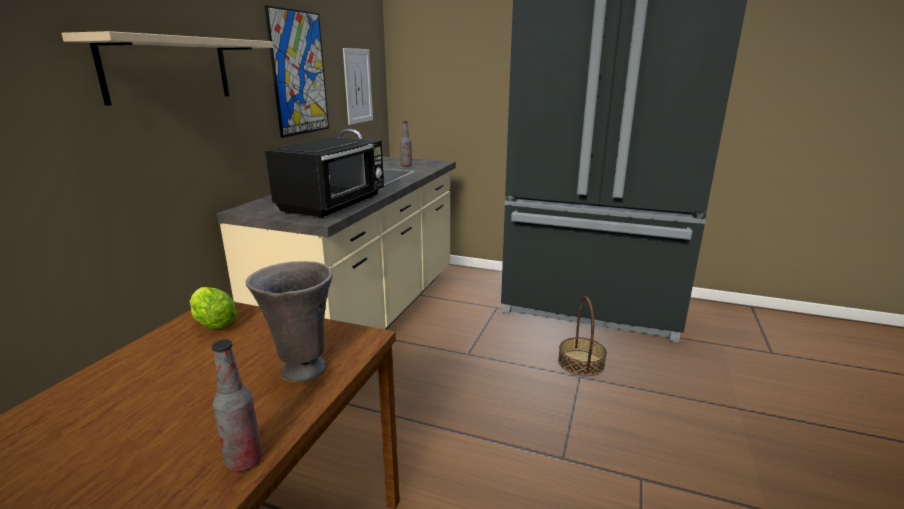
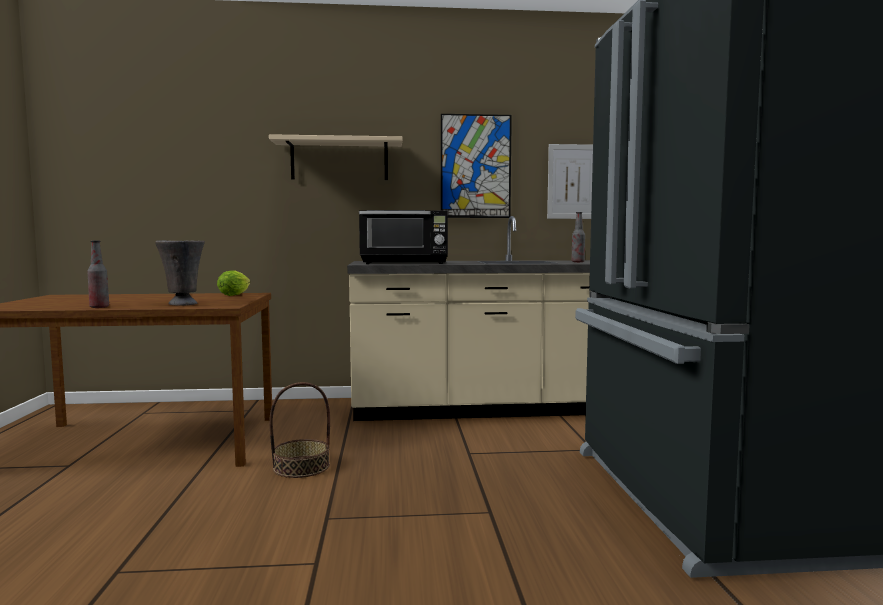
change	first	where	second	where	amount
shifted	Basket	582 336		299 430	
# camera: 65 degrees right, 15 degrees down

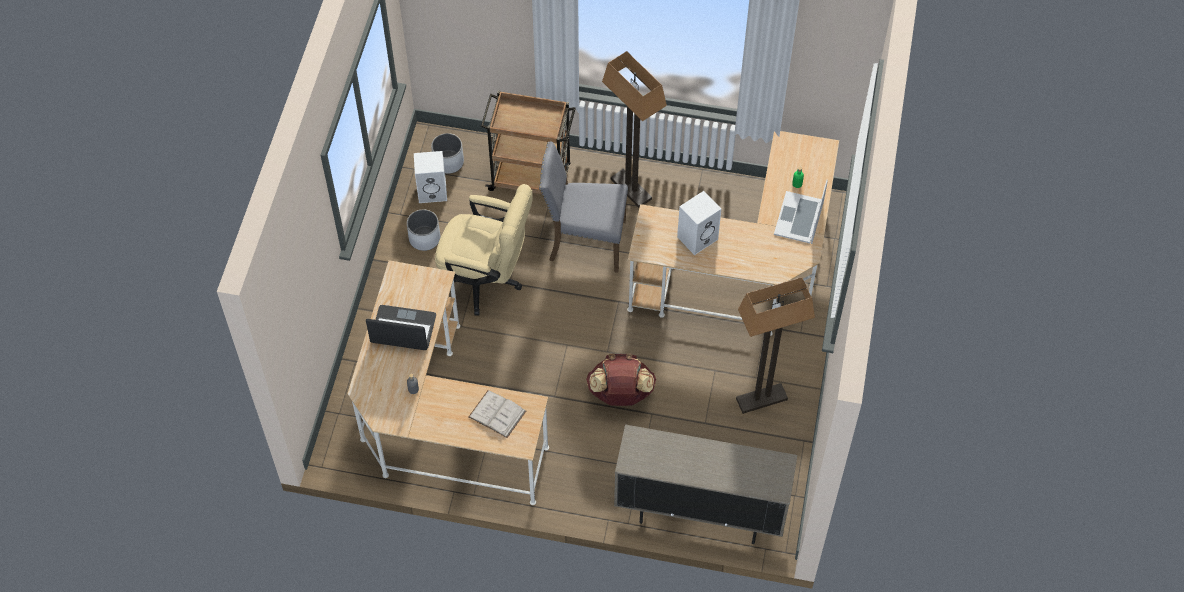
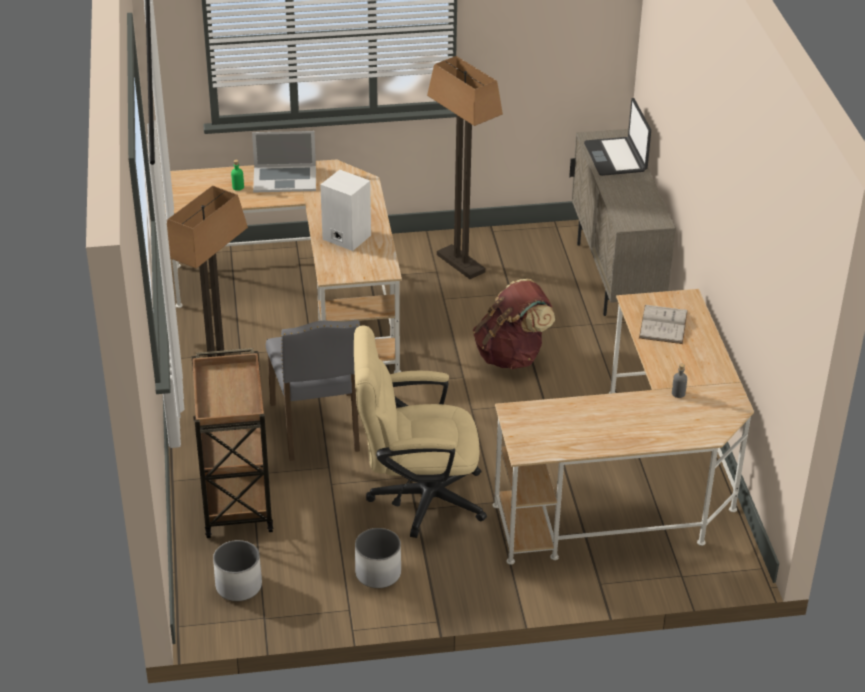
change	first	where	second	where	amount
gone	WhiteSpeaker	430 177			
rotated	BeigeOfficeChair	483 249		420 431	90 degrees counterclockwise
shifted	Laptop	401 327		617 137	
# camera: 110 degrees left, 20 degrees down

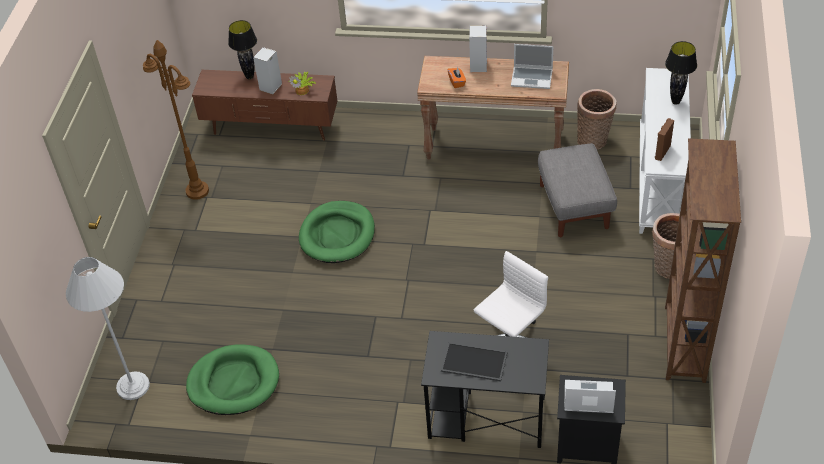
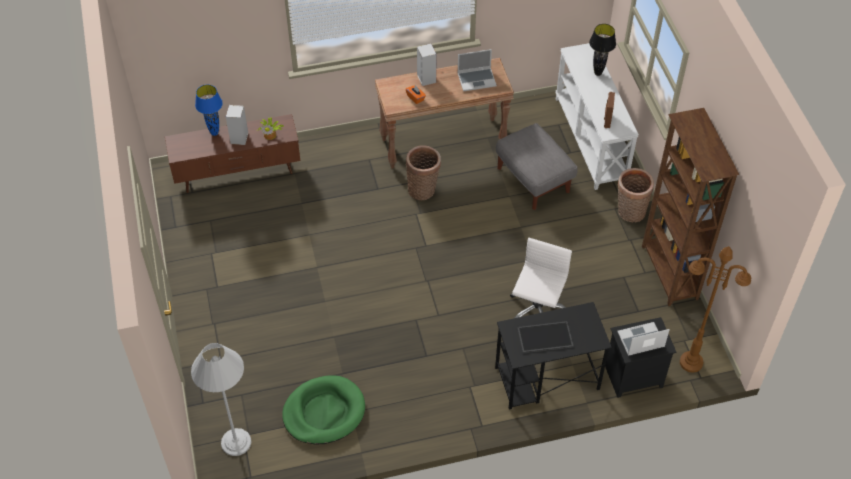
change	first	where	second	where	amount
repainted	BlackTableLamp	242 49	BlueTableLamp	209 110	
shifted	BrownFloorLamp	176 120		715 309	
shifted	Basket	596 119		423 172	
gone	GreenDogBed	337 232			
# camera: 25 degrees left, 5 degrees up

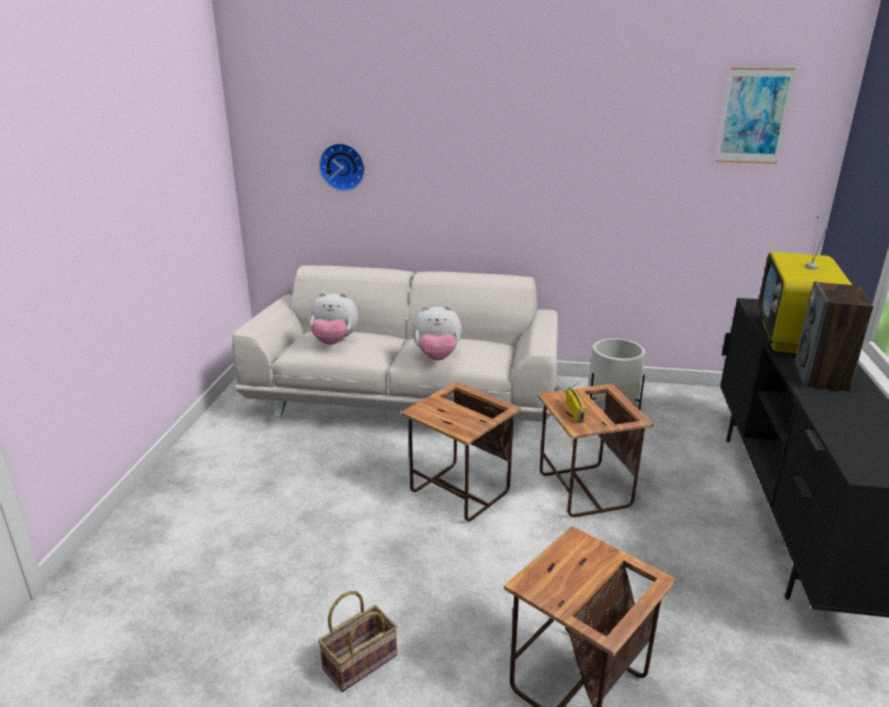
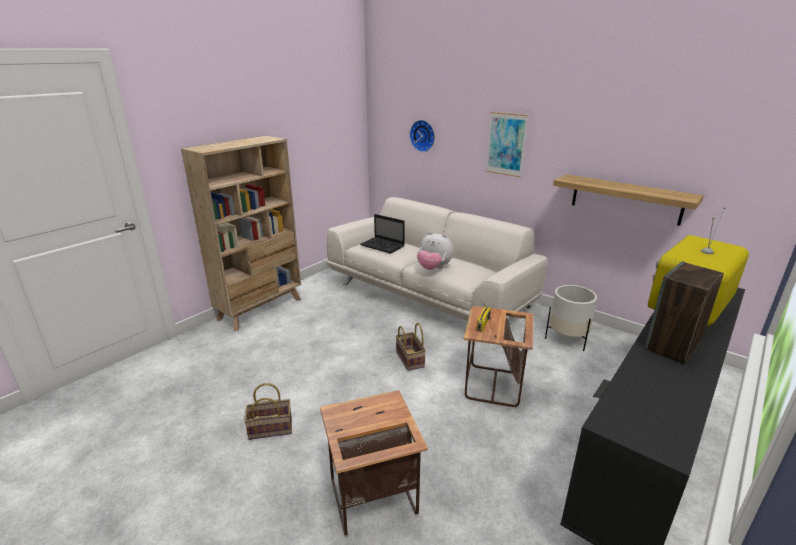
change	first	where	second	where	amount
shifted	Picture	756 116		507 144	
swapped	PlushToy	334 318	Laptop	382 234	
swapped	SideTable	461 452	Basket	411 347	
new			BeigeBookcase	241 233	
new			Shelf	628 200	
# camera: 30 degrees right, 0 degrees up

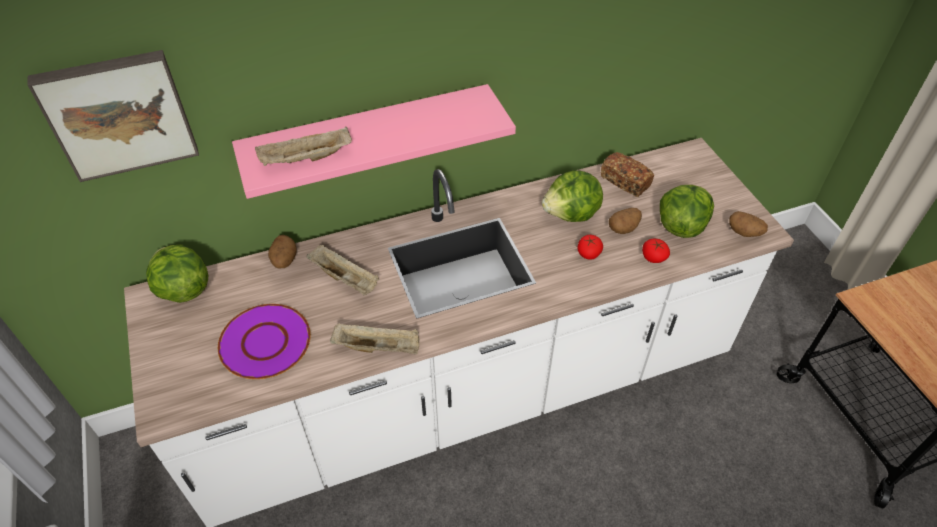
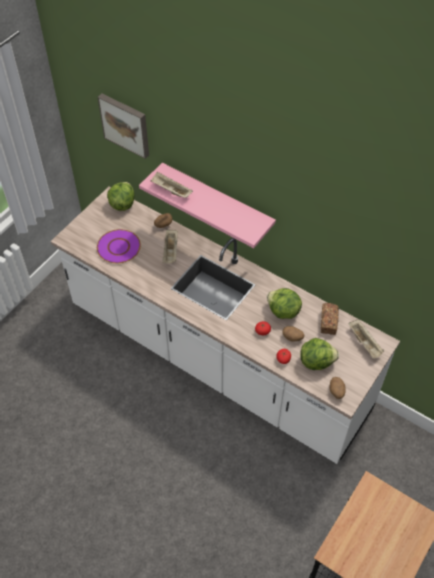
change	first	where	second	where	amount
shifted	BeigeTray	374 338		366 339	
# camera: 55 degrees right, 5 degrees up

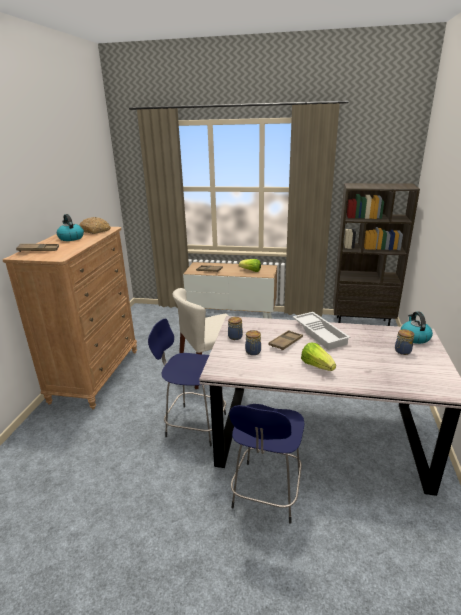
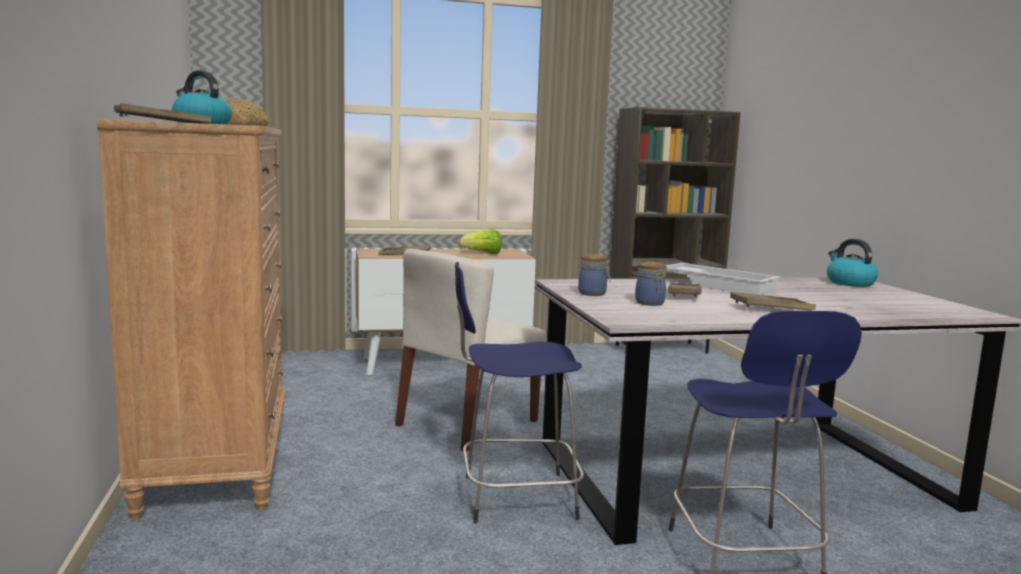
change	first	where	second	where	amount
gone	Jar	404 342			
swapped	Lettuce	318 357	BrownTray	773 301	
# camera: 25 degrees left, 15 degrees down

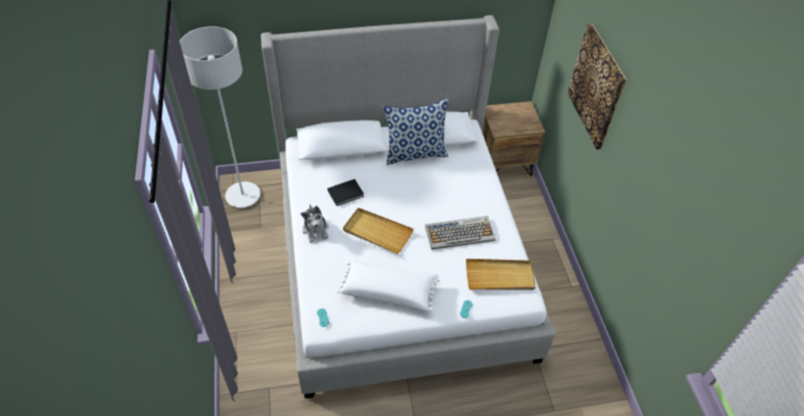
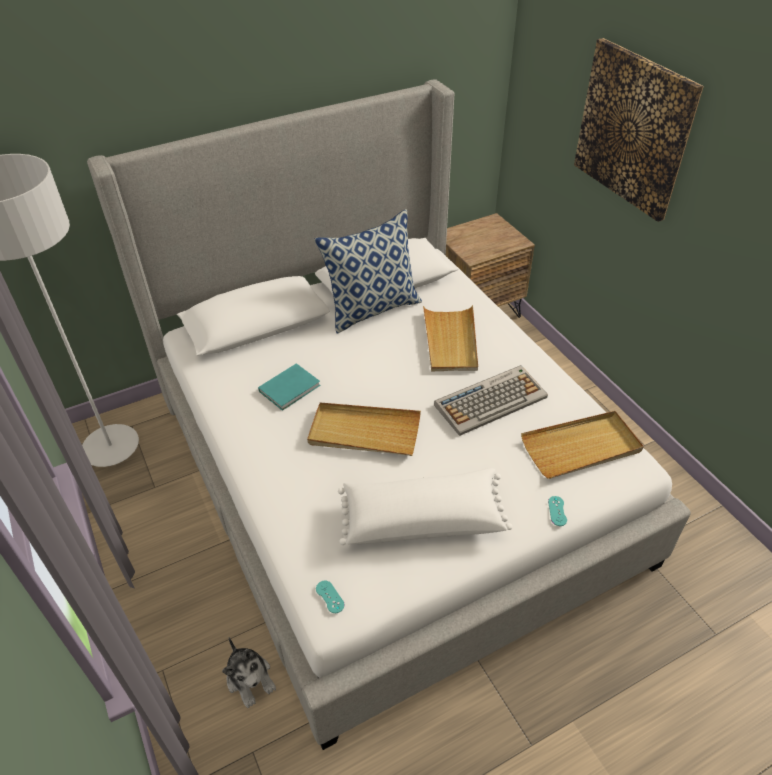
change	first	where	second	where	amount
repainted	BlackBook	345 192	TurquoiseBook	289 387	
shifted	PlushToy	315 224		249 672	
new			BeigeTray	450 338	
# camera: 15 degrees left, 5 degrees down

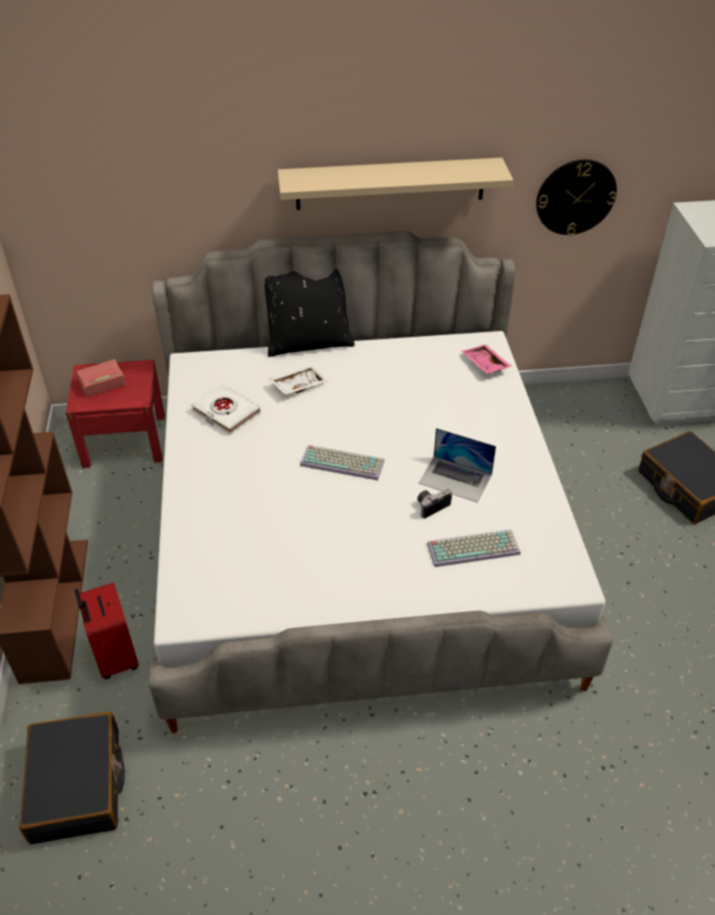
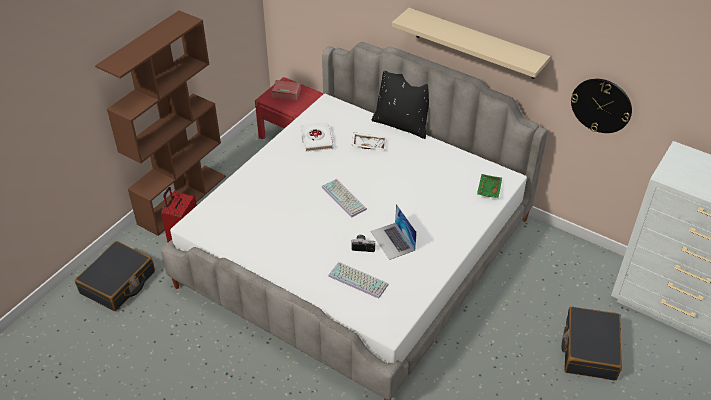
change	first	where	second	where	amount
repainted	PinkTray	486 359	GreenTray	489 186	
# camera: 40 degrees right, 0 degrees up

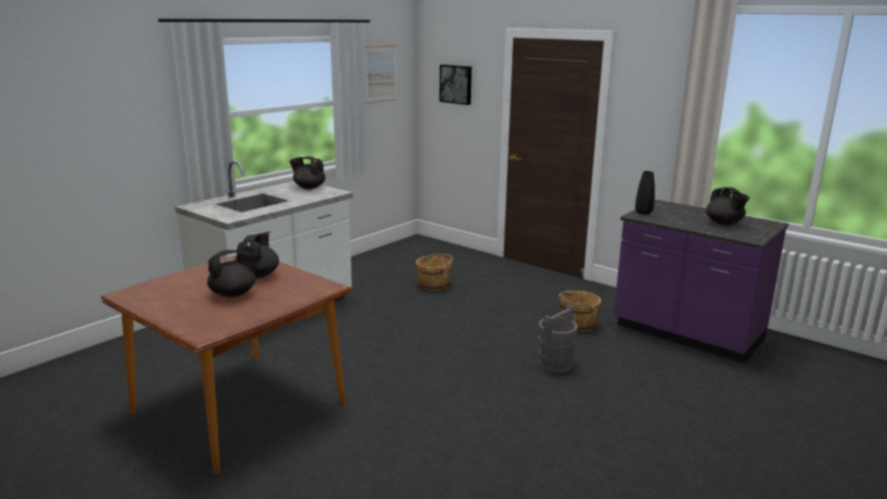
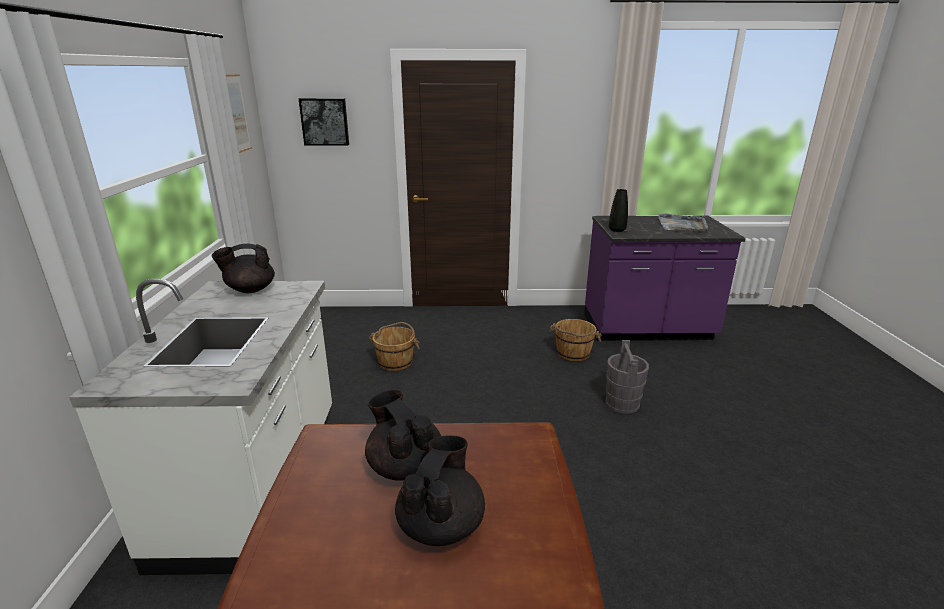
change	first	where	second	where	amount
swapped	BlackTeapot	728 206	GreyTray	683 223	
# camera: 40 degrees left, 5 degrees up

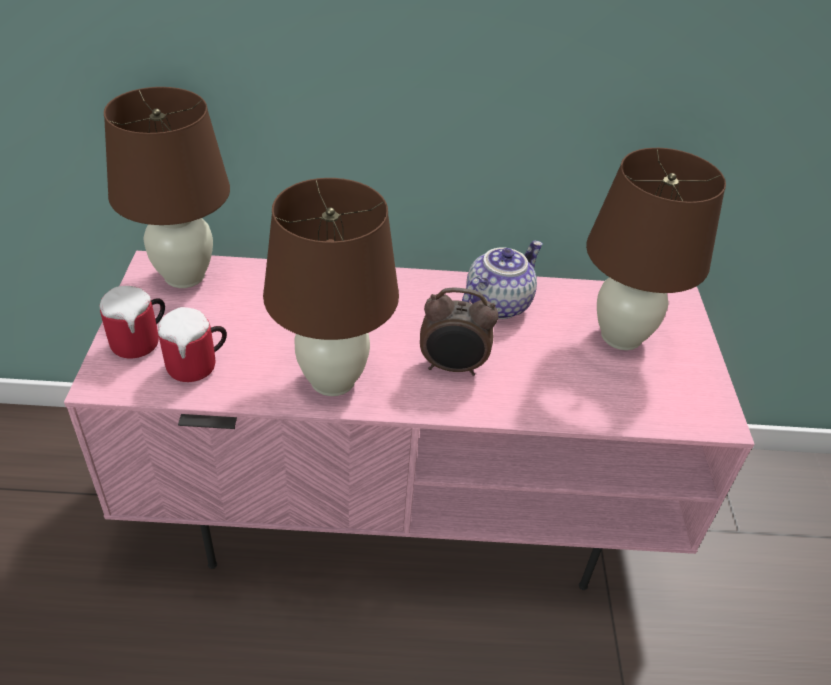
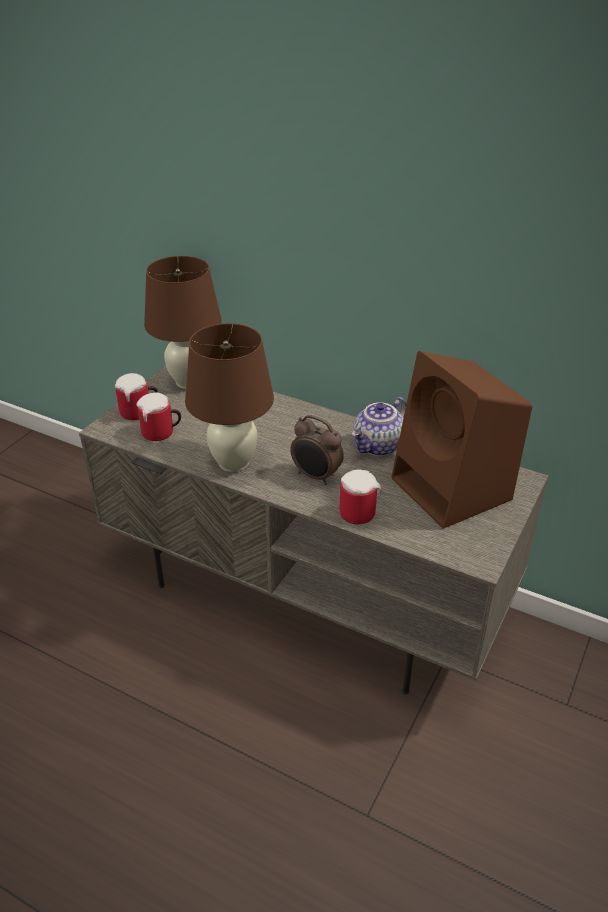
change	first	where	second	where	amount
swapped	BrownTableLamp	656 249	BrownSpeaker	461 440	
rotated	Teapot	502 280		379 426	150 degrees clockwise
repainted	PinkTvStand	409 420	GreyTvStand	314 530	
new			Mug	361 497	
# camera: 30 degrees right, 5 degrees down

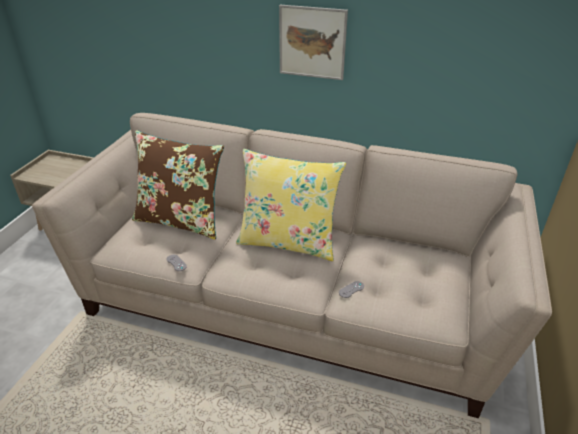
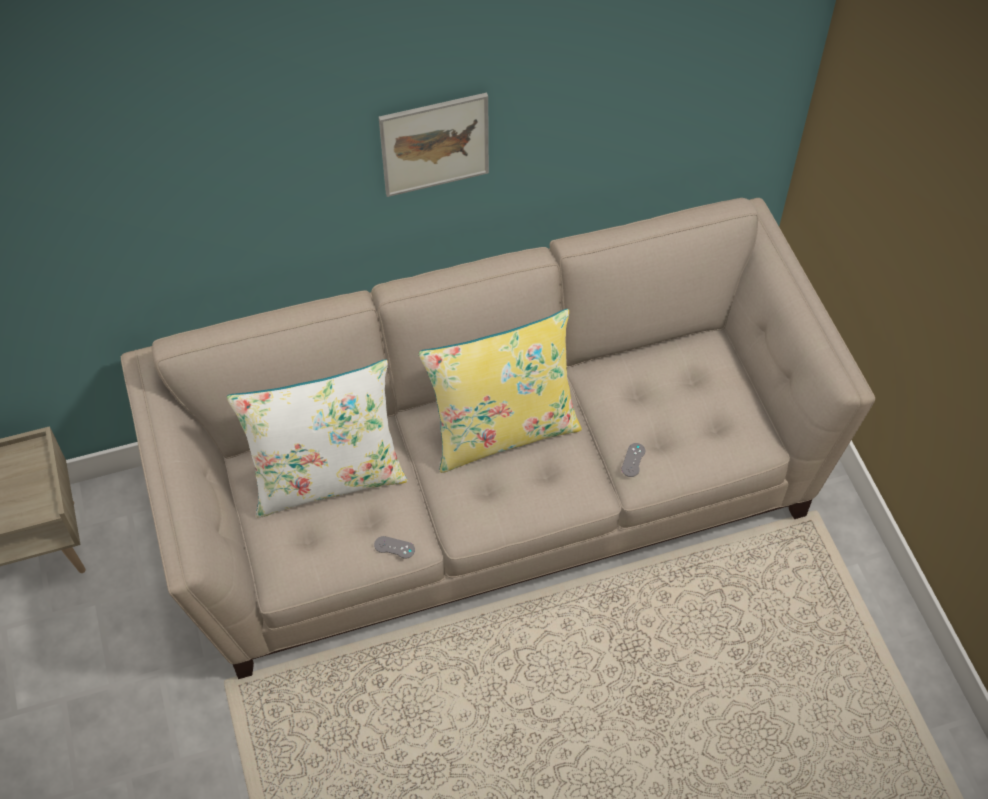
change	first	where	second	where	amount
repainted	BrownPillow	178 184	WhitePillow	317 438	
# camera: 35 degrees left, 20 degrees up

